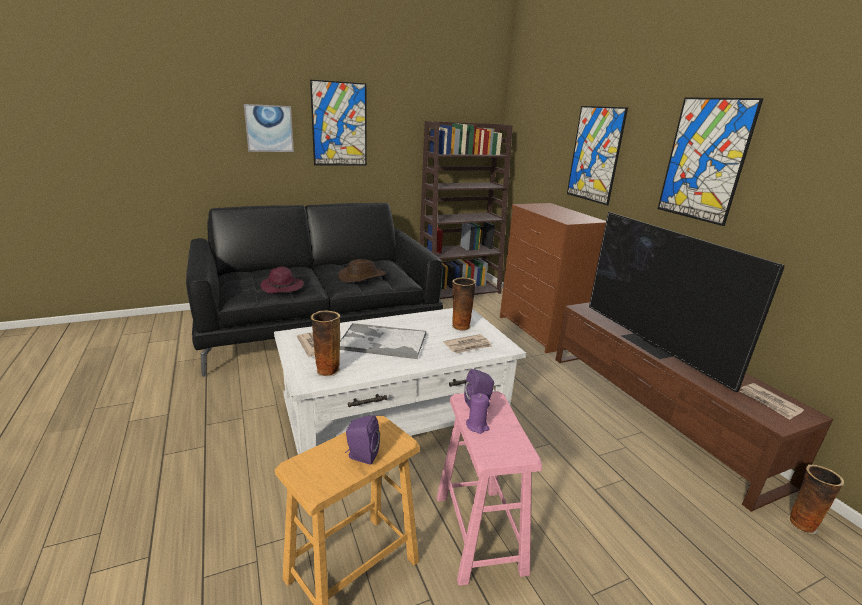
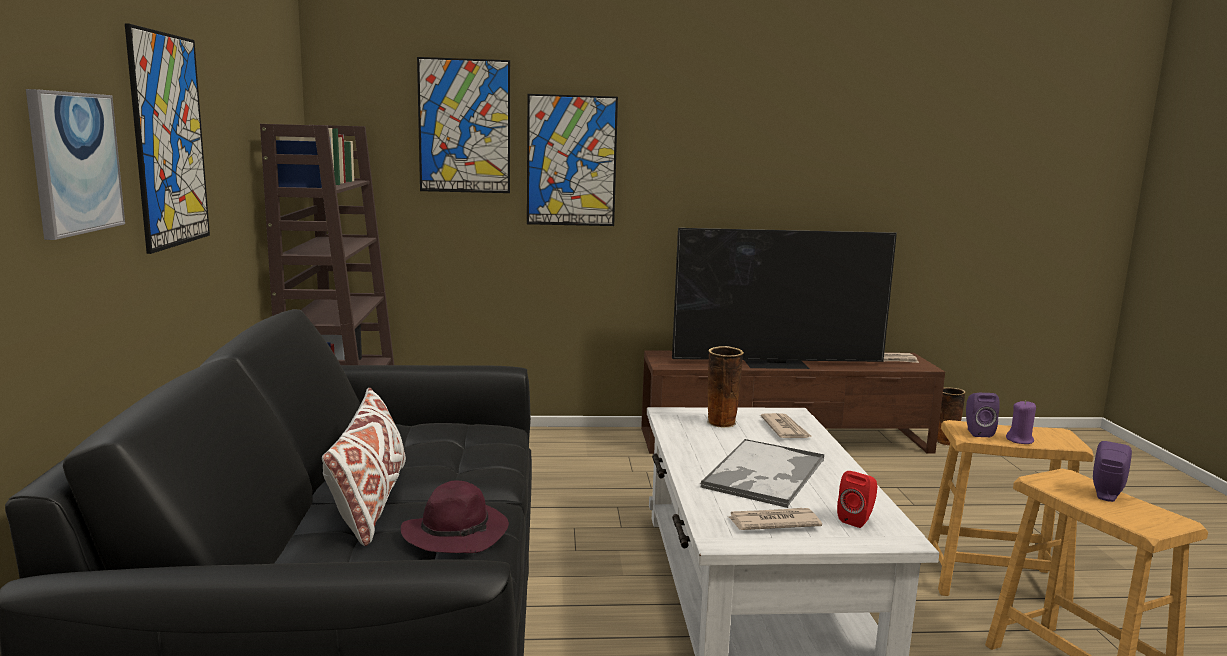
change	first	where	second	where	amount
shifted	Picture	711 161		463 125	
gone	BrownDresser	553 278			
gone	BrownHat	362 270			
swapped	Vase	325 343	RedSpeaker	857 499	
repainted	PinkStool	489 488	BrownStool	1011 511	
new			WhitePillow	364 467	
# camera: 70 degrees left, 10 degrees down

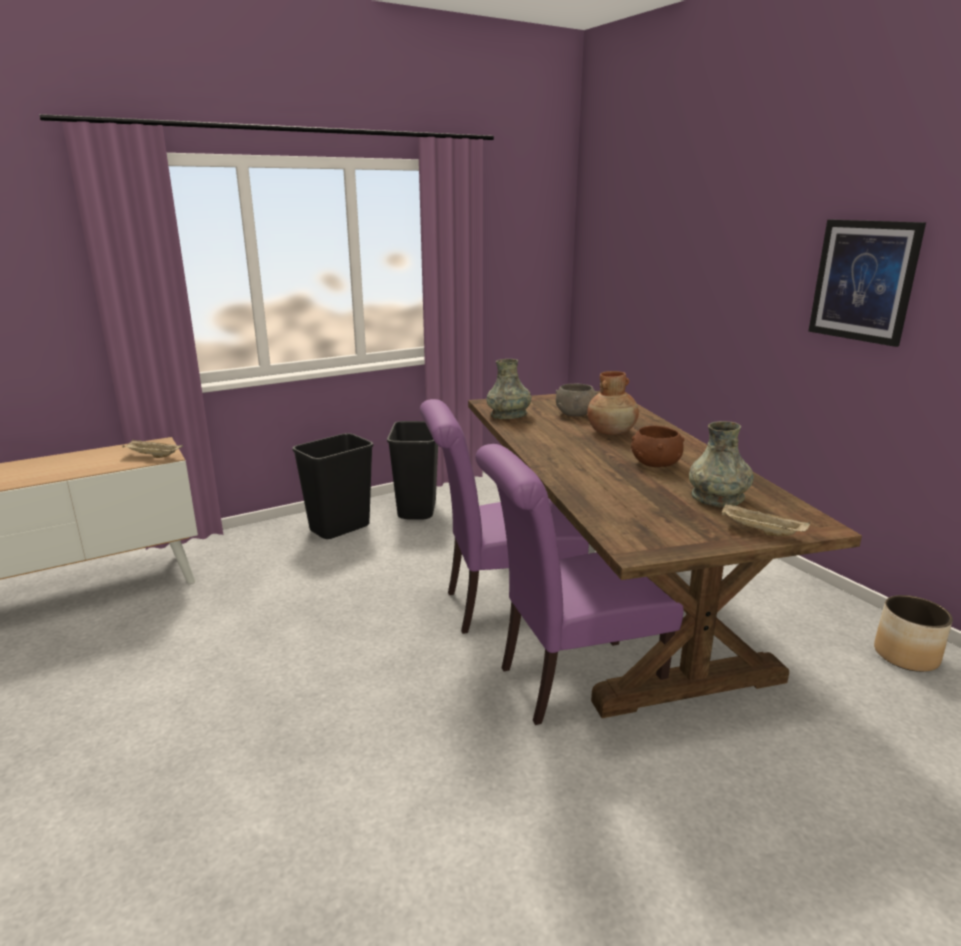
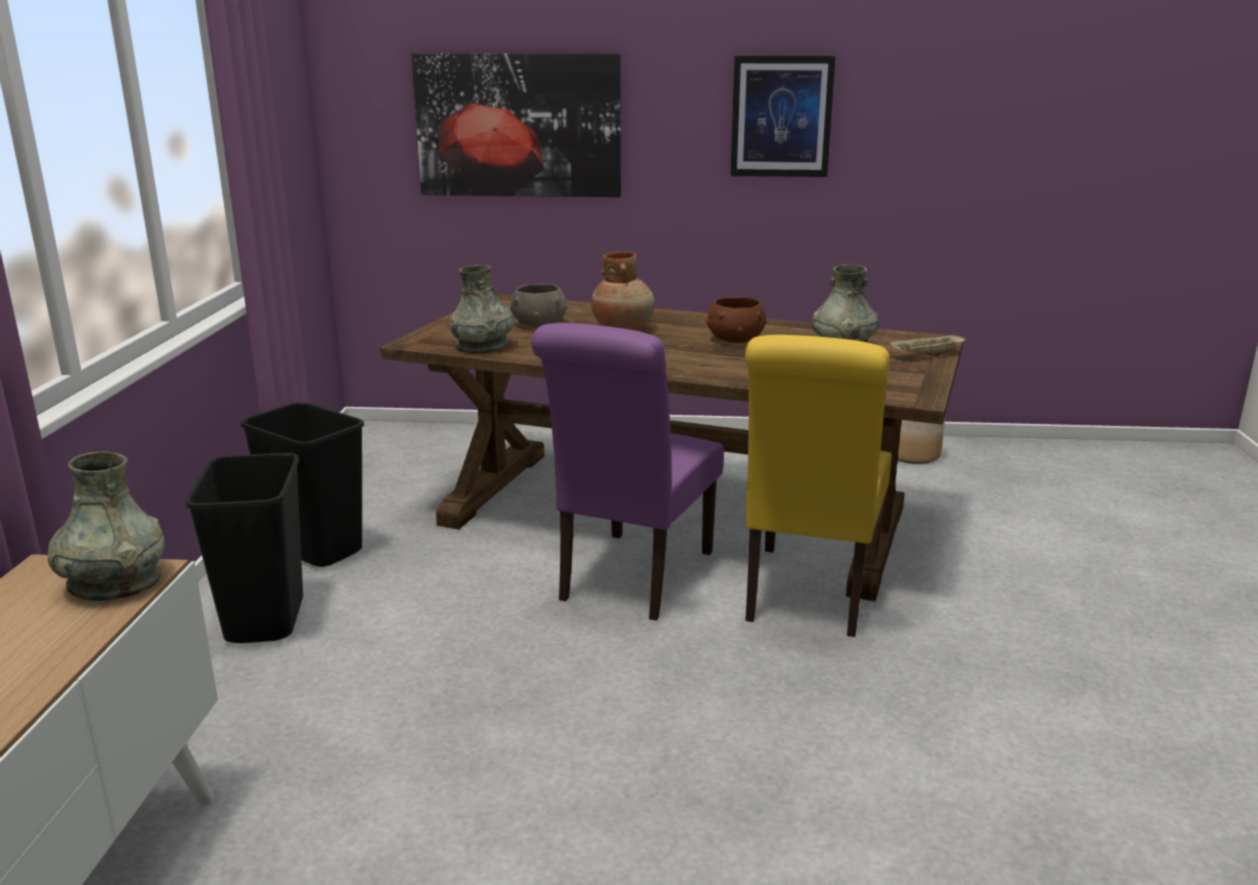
change	first	where	second	where	amount
swapped	BeigeTray	152 449	GreyVase	106 526	
repainted	PurpleChair	579 584	YellowChair	818 486	
new			Picture	516 125	
# camera: 55 degrees left, 0 degrees up

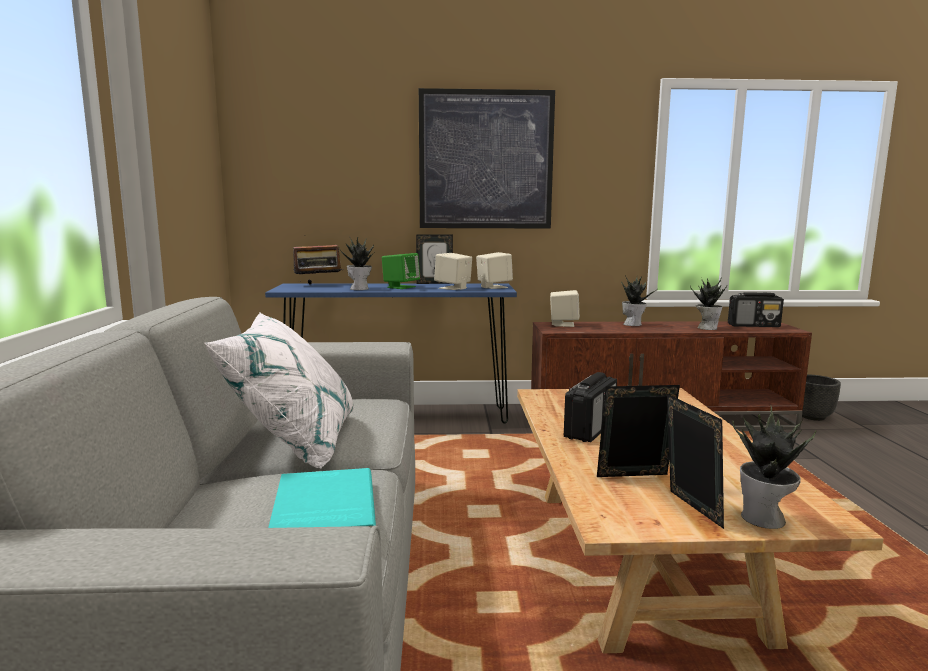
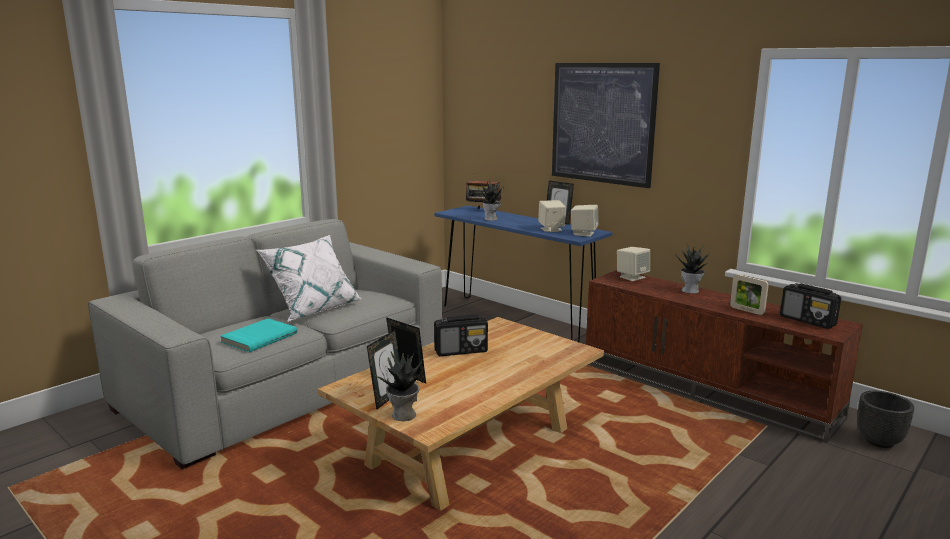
change	first	where	second	where	amount
gone	GreenSpeaker	401 271			
swapped	PottedPlant	708 303	PictureFrame	749 294	
# camera: 45 degrees right, 5 degrees up

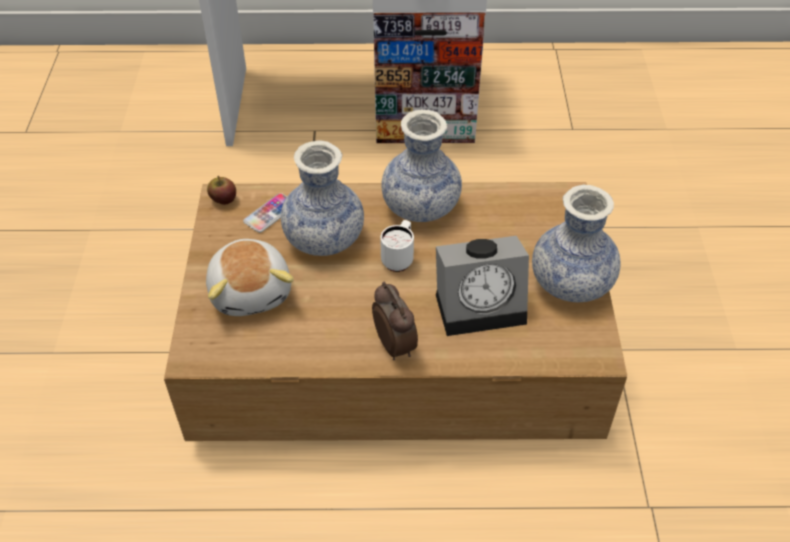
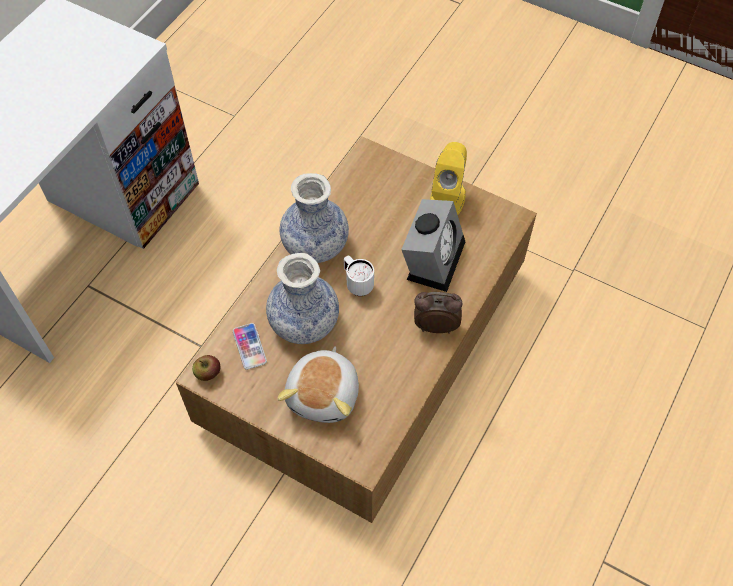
change	first	where	second	where	amount
swapped	Vase	576 243	YellowSpeaker	448 178	
rotated	PlushToy	250 277		318 384	90 degrees clockwise
# camera: 60 degrees left, 10 degrees up

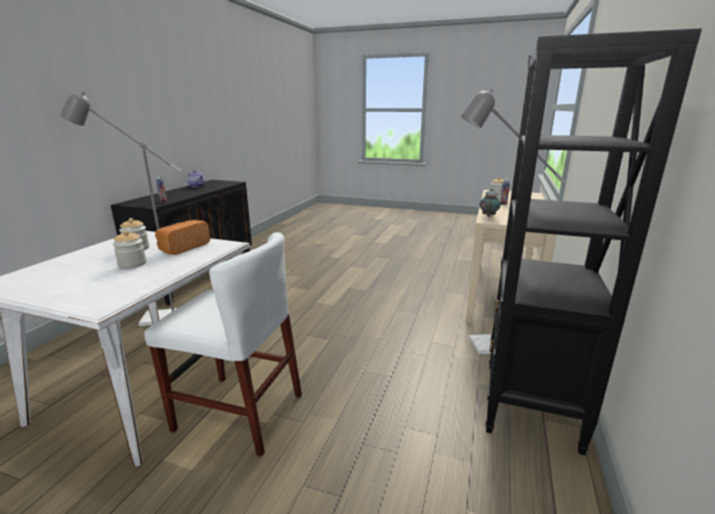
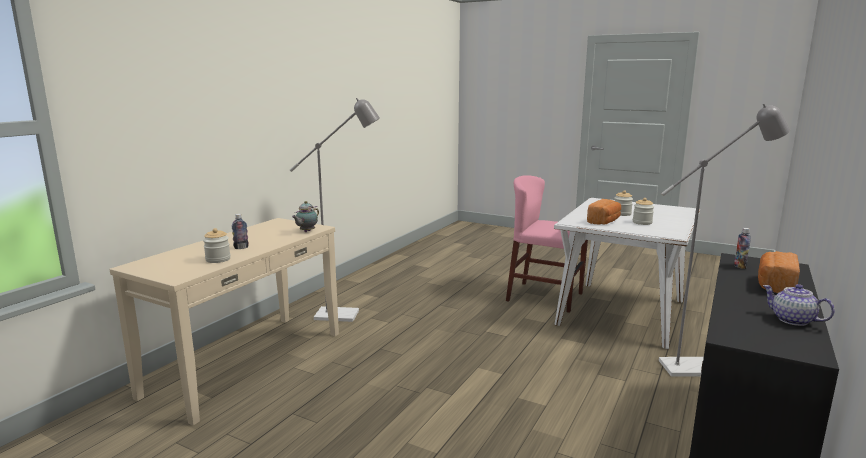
change	first	where	second	where	amount
gone	BlackBookcase	594 241			
repainted	WhiteChair	223 344	PinkChair	547 244	
new			Bread	779 272	
# camera: 170 degrees left, 5 degrees down

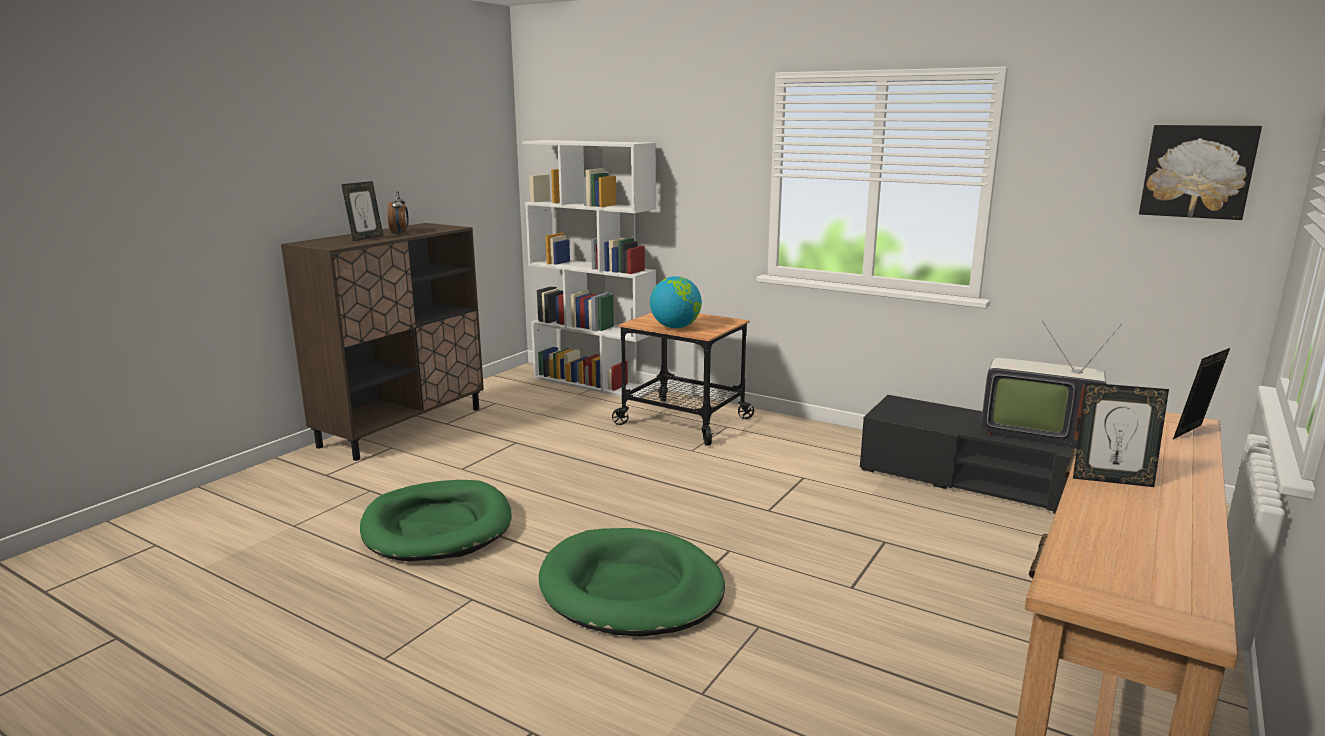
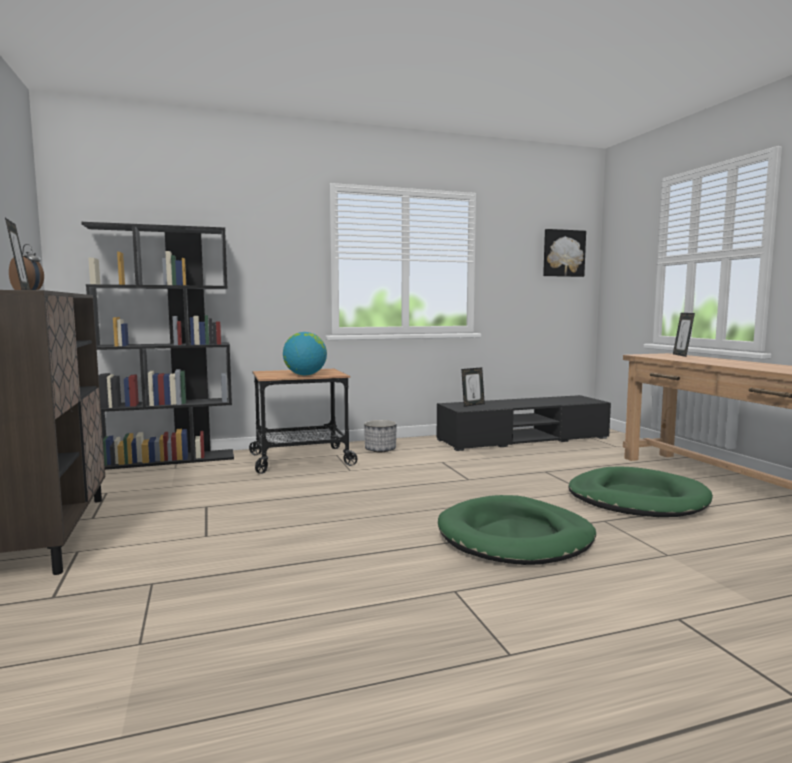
change	first	where	second	where	amount
repainted	WhiteBookcase	589 269	BlackBookcase	157 346	
gone	Television	1051 382			
shifted	PictureFrame	1121 435		473 387	
shifted	GreenDogBed	436 521		640 491	
new			Planter	380 436	
# camera: 50 degrees left, 10 degrees down

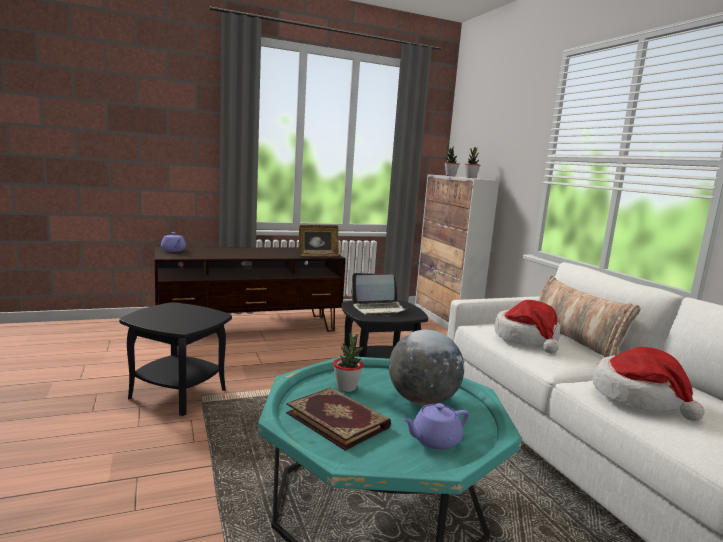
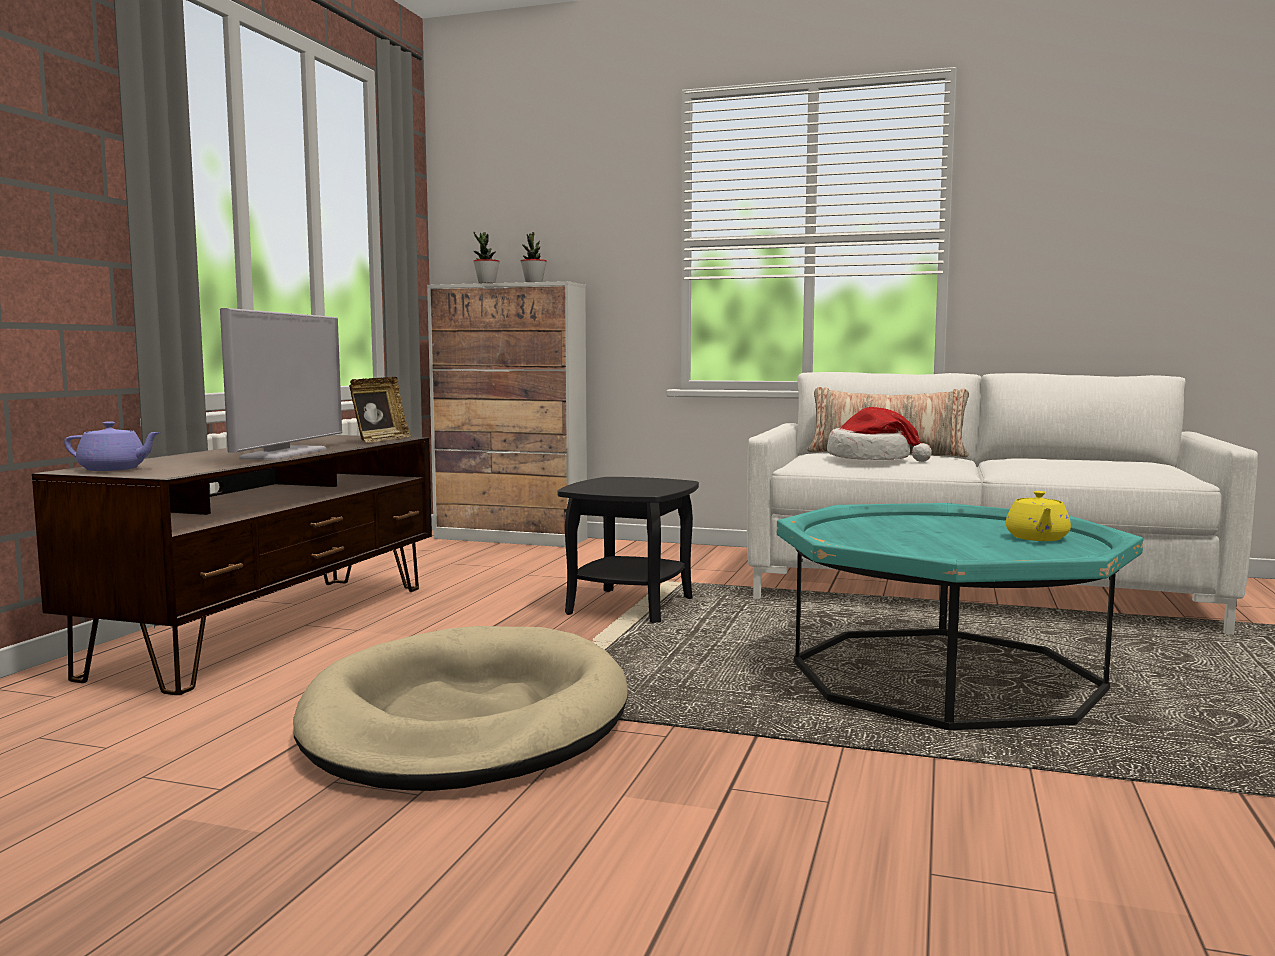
change	first	where	second	where	amount
gone	Laptop	379 294			
swapped	BlackSideTable	175 359	BeigeDogBed	460 708	
gone	Globe	426 368			
gone	PottedPlant	348 362			
gone	Hat	648 384			
gone	Book	338 419			
repainted	PurpleTeapot	435 426	YellowTeapot	1038 516	
new			Television	281 384	
# camera: 50 degrees left, 5 degrees down

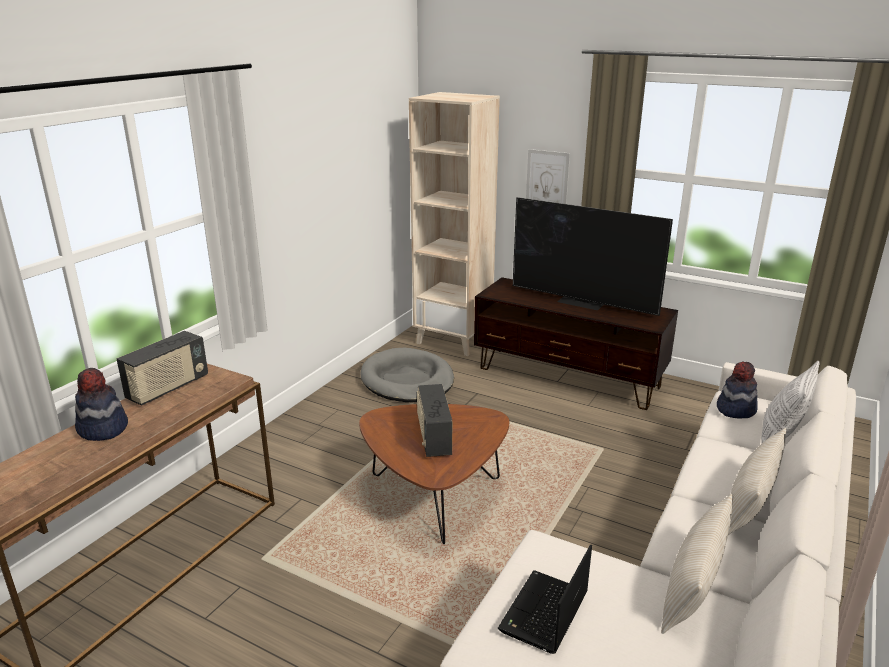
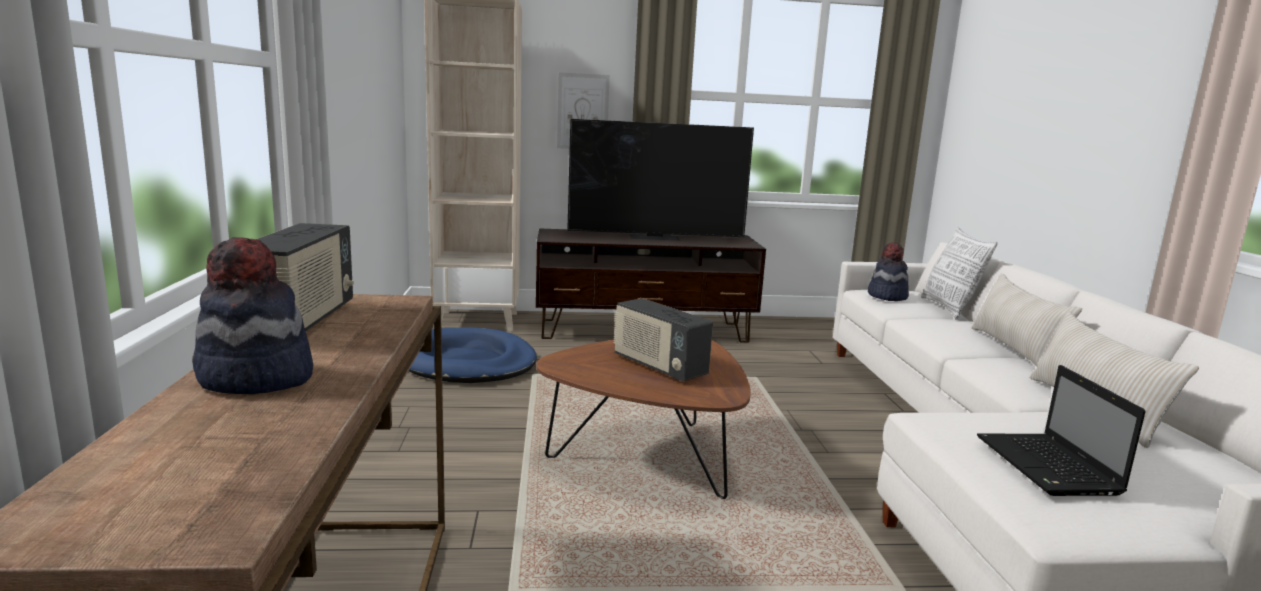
change	first	where	second	where	amount
repainted	GreyDogBed	407 374	BlueDogBed	473 355	
# camera: 35 degrees left, 10 degrees down

